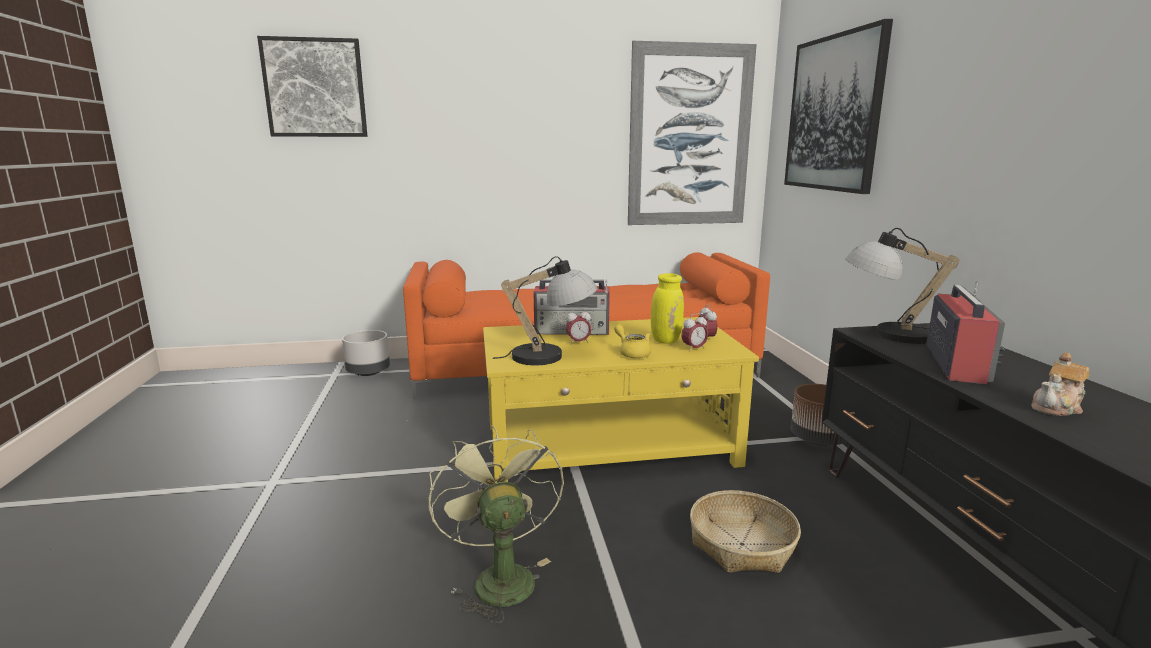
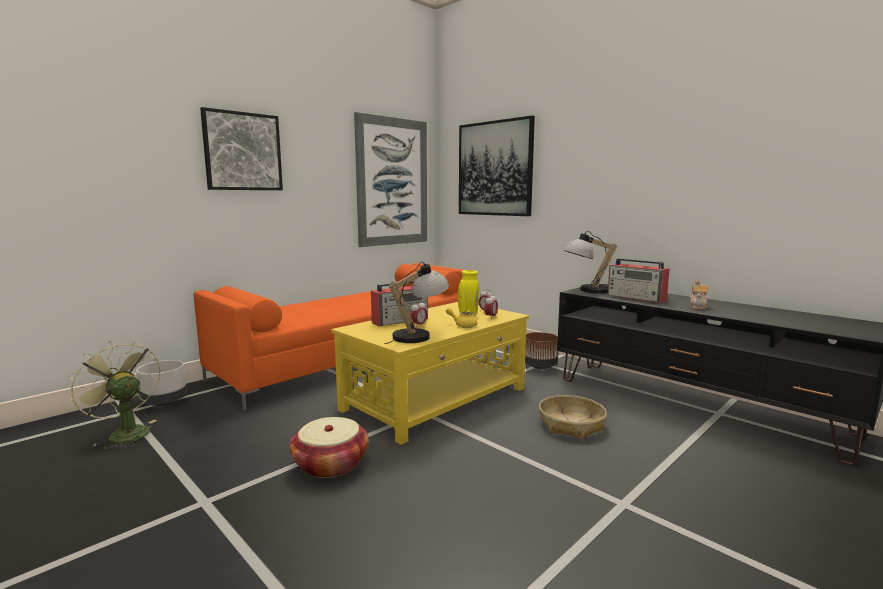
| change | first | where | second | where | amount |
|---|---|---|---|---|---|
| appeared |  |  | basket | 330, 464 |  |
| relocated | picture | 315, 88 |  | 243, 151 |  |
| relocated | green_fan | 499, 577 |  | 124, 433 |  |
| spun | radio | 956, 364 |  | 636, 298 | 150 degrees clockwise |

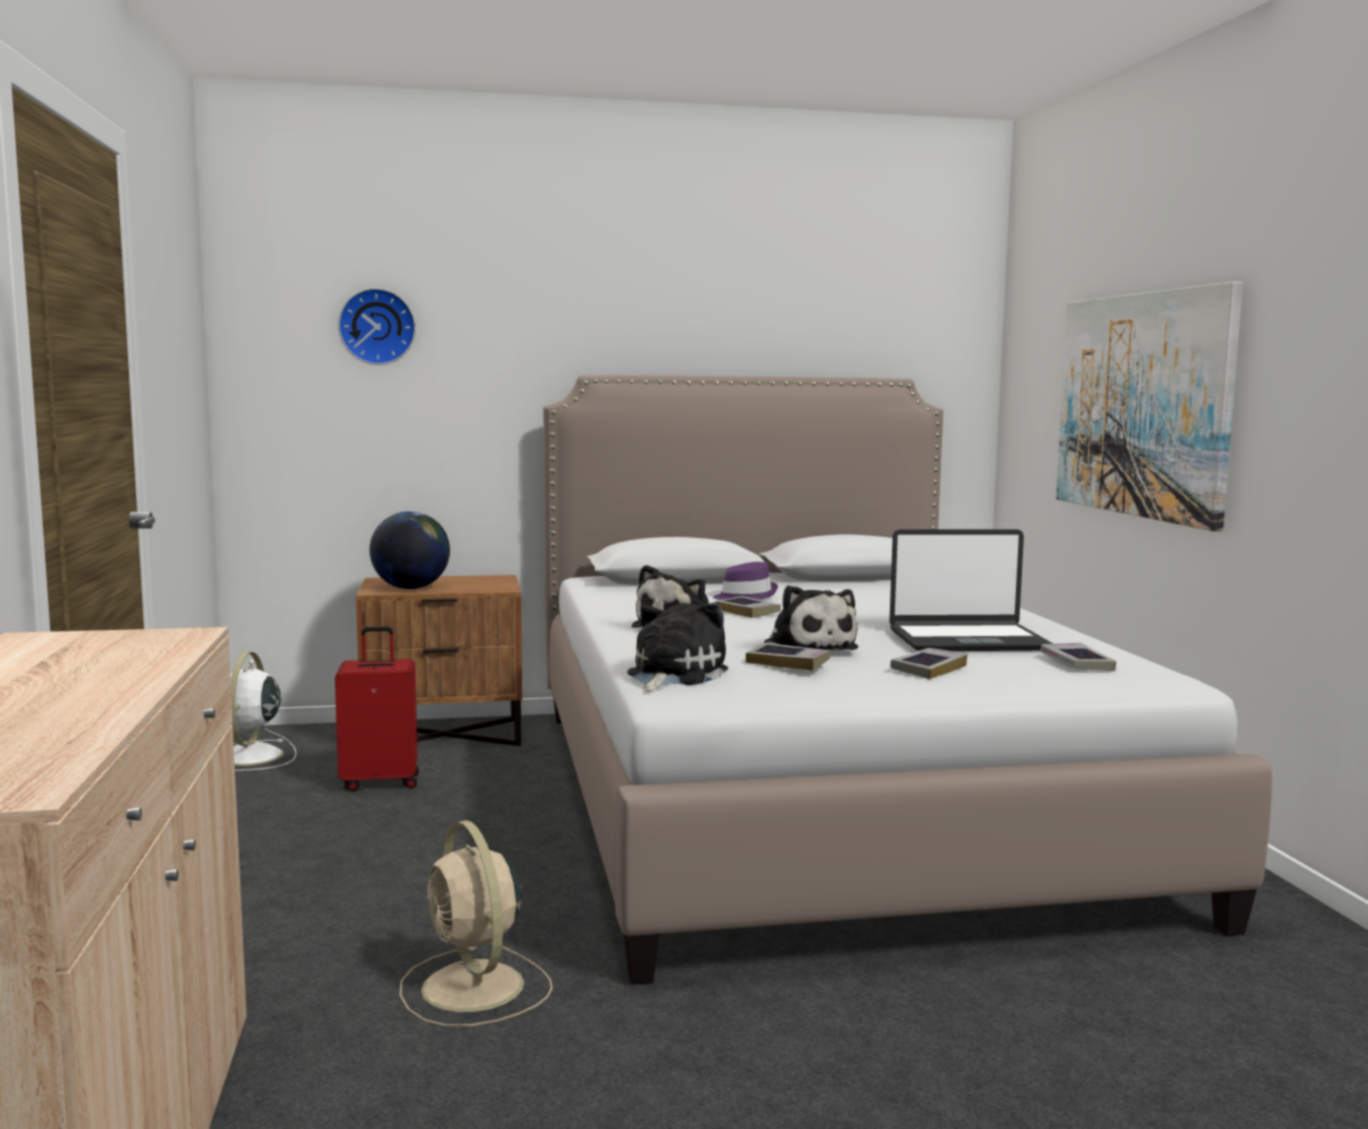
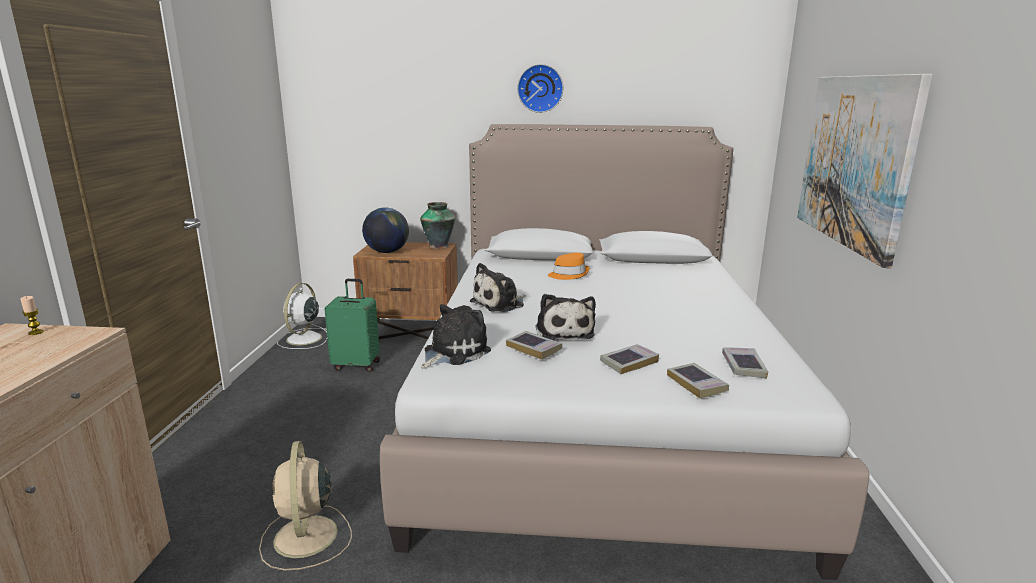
| change | first | where | second | where | amount |
|---|---|---|---|---|---|
| missing | laptop | 967, 640 |  |  |  |
| appeared |  |  | candle | 36, 332 |  |
| appeared |  |  | vase | 439, 246 |  |
| relocated | wall_clock | 377, 327 |  | 540, 88 |  |
| relocated | book | 747, 612 |  | 696, 384 |  |
| colour | red_suitcase | 380, 782 | green_suitcase | 357, 365 |  |
| colour | purple_hat | 745, 596 | orange_hat | 568, 274 |  |

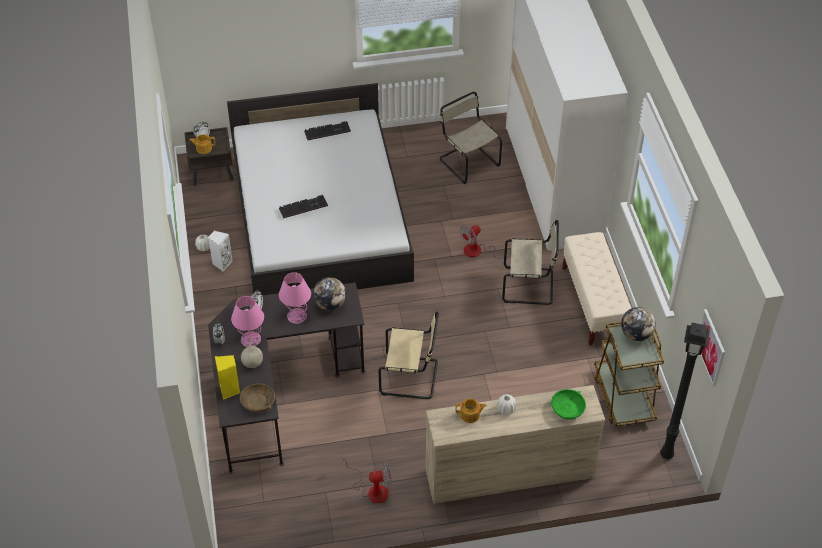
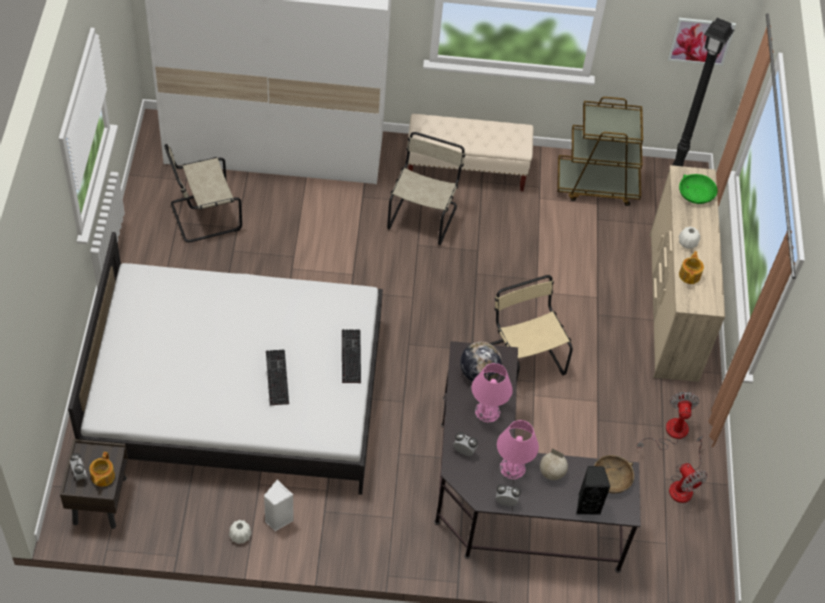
| change | first | where | second | where | amount |
|---|---|---|---|---|---|
| missing | globe | 636, 334 |  |  |  |
| relocated | keyboard | 328, 131 |  | 349, 356 |  |
| relocated | fan | 479, 251 |  | 683, 484 |  |
| colour | yellow_speaker | 230, 390 | black_speaker | 587, 505 |  |
| spun | beige_chair | 411, 377 |  | 524, 358 | 45 degrees counterclockwise |

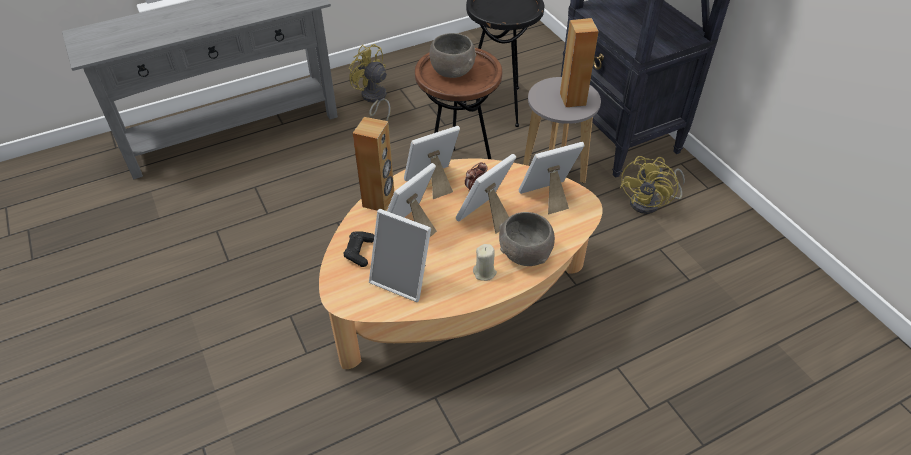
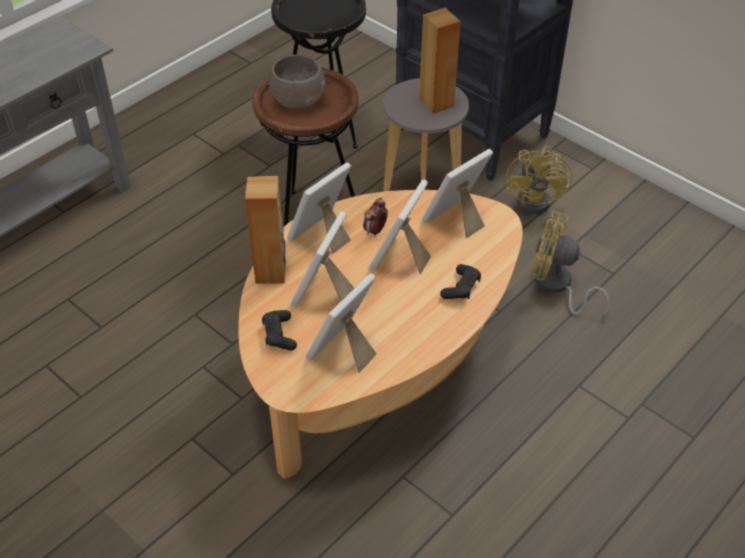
| change | first | where | second | where | amount |
|---|---|---|---|---|---|
| missing | beige_candle | 484, 272 |  |  |  |
| relocated | yellow_fan | 374, 99 |  | 556, 286 |  |
| exchanged | grey_bowl | 524, 254 | black_game_controller | 461, 288 |  |
| spun | picture_frame | 403, 279 |  | 344, 350 | 120 degrees clockwise |

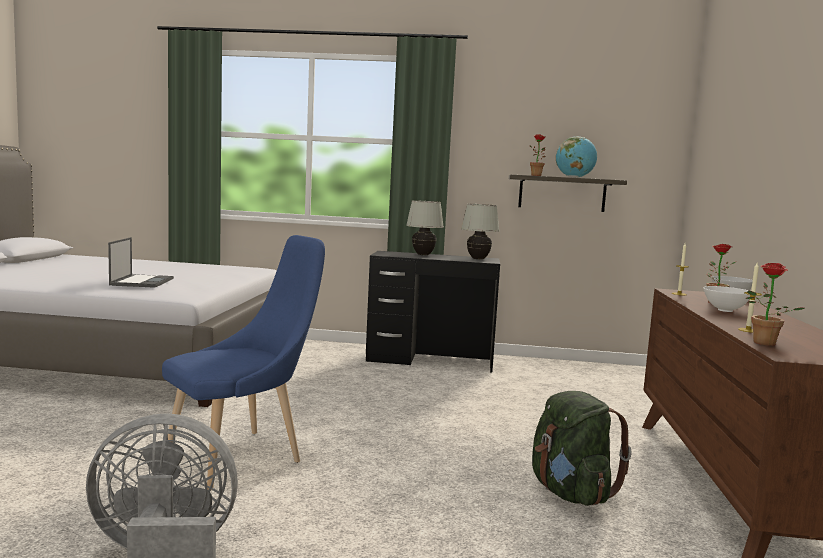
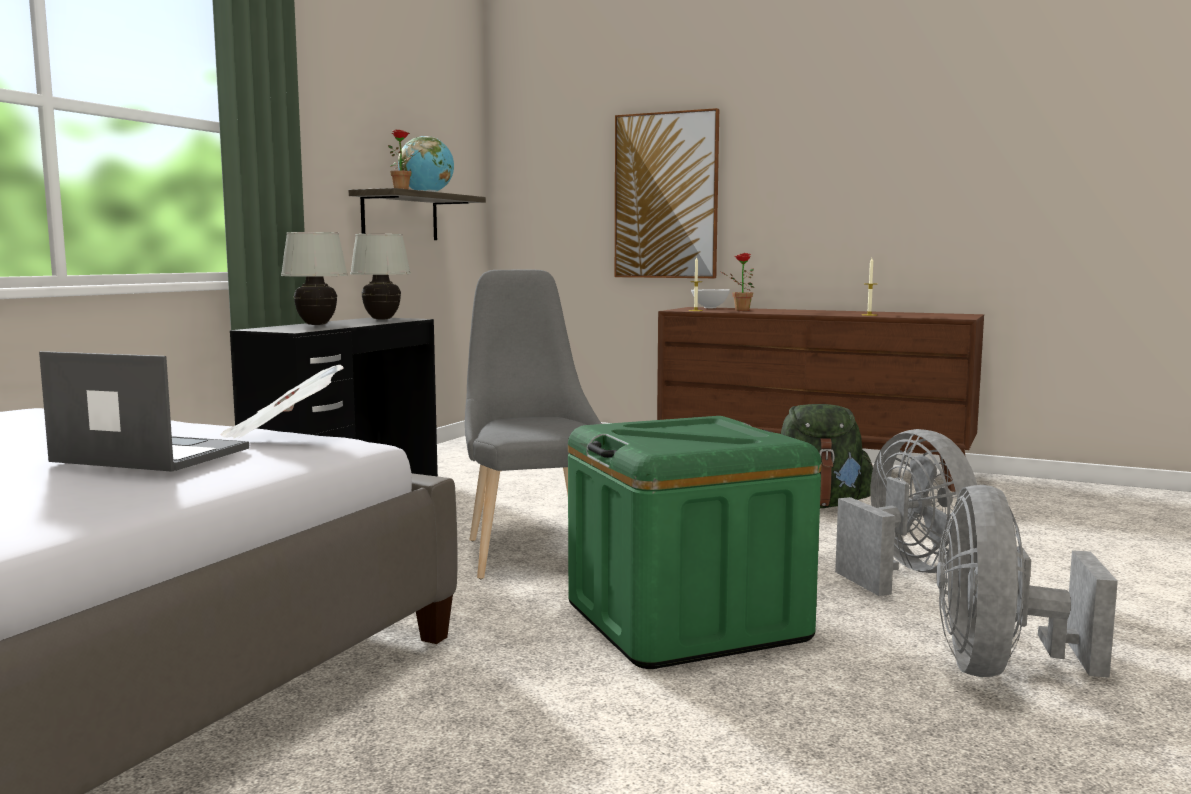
| change | first | where | second | where | amount |
|---|---|---|---|---|---|
| missing | white_bowl | 724, 310 |  |  |  |
| missing | potted_plant | 762, 343 |  |  |  |
| appeared |  |  | newspaper | 282, 434 |  |
| appeared |  |  | grey_chair | 533, 550 |  |
| appeared |  |  | picture | 666, 196 |  |
| appeared |  |  | grey_fan | 905, 573 |  |
| exchanged | blue_chair | 242, 456 | green_storage_box | 686, 621 |  |

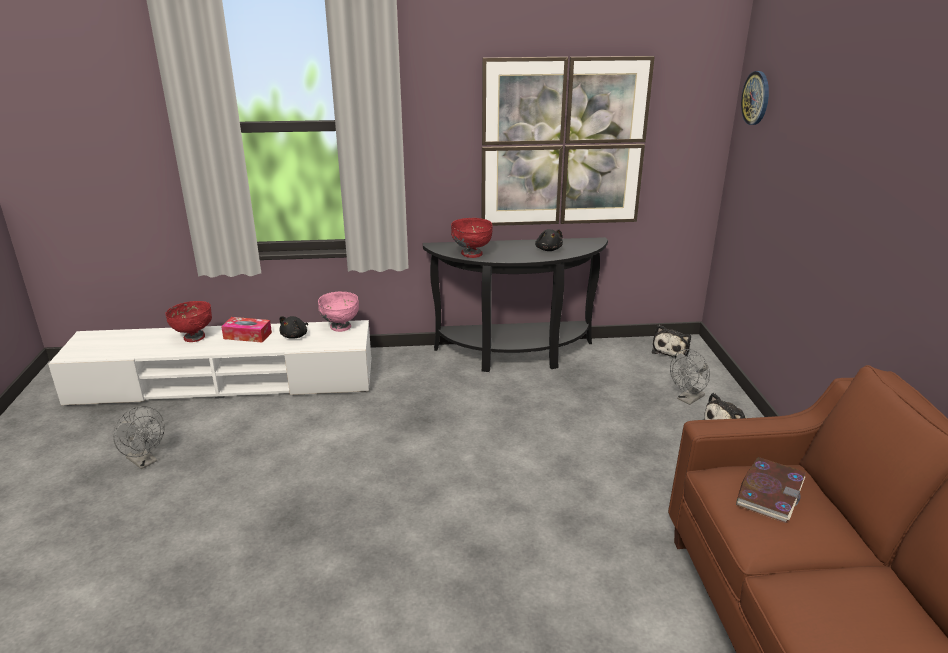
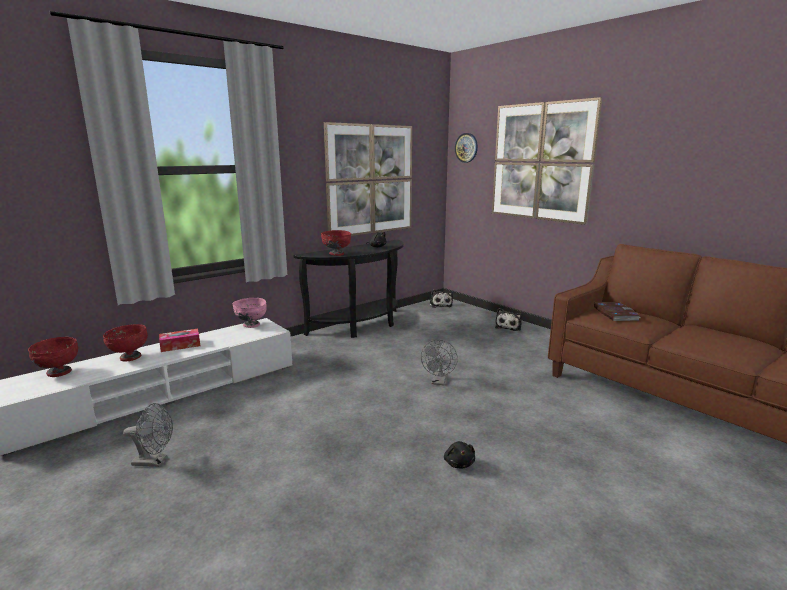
| change | first | where | second | where | amount |
|---|---|---|---|---|---|
| appeared |  |  | red_bowl | 58, 373 |  |
| appeared |  |  | picture | 541, 162 |  |
| relocated | black_plush_toy | 295, 336 |  | 459, 463 |  |
| relocated | grey_fan | 688, 399 |  | 439, 382 |  |

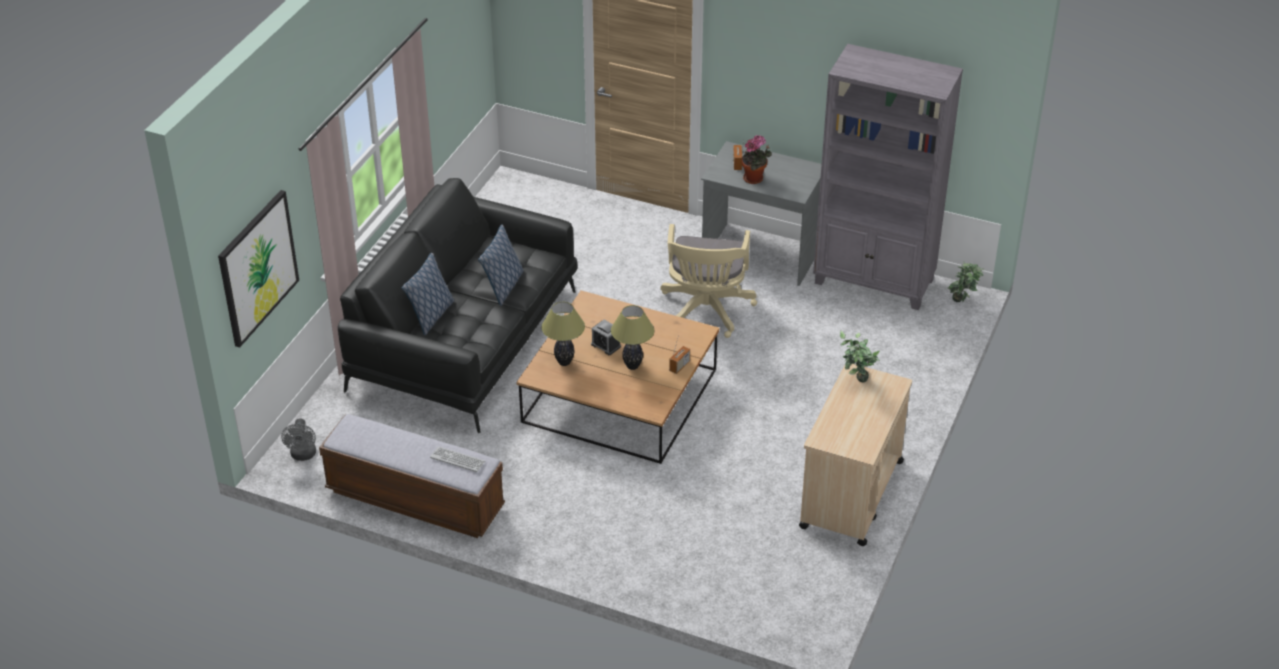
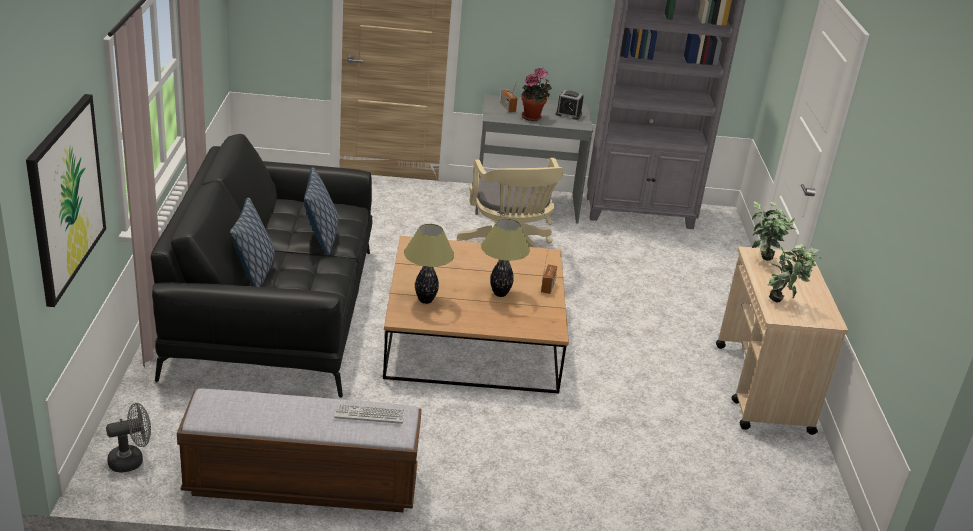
| change | first | where | second | where | amount |
|---|---|---|---|---|---|
| relocated | alarm_clock | 606, 345 |  | 568, 114 |  |
| relocated | potted_plant | 962, 303 |  | 784, 302 |  |
| spun | grey_fan | 303, 455 |  | 131, 460 | 90 degrees counterclockwise |

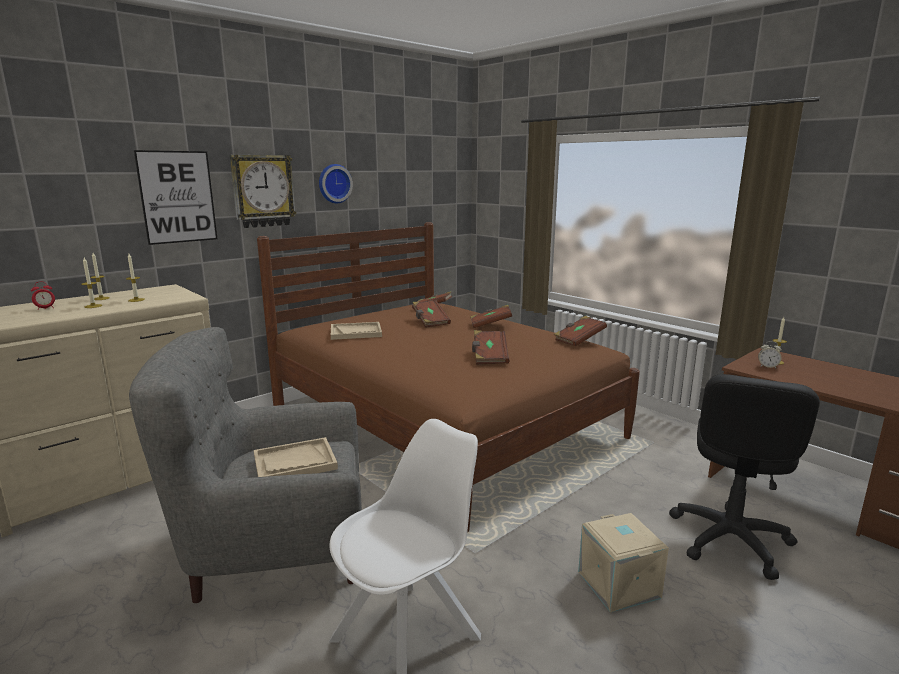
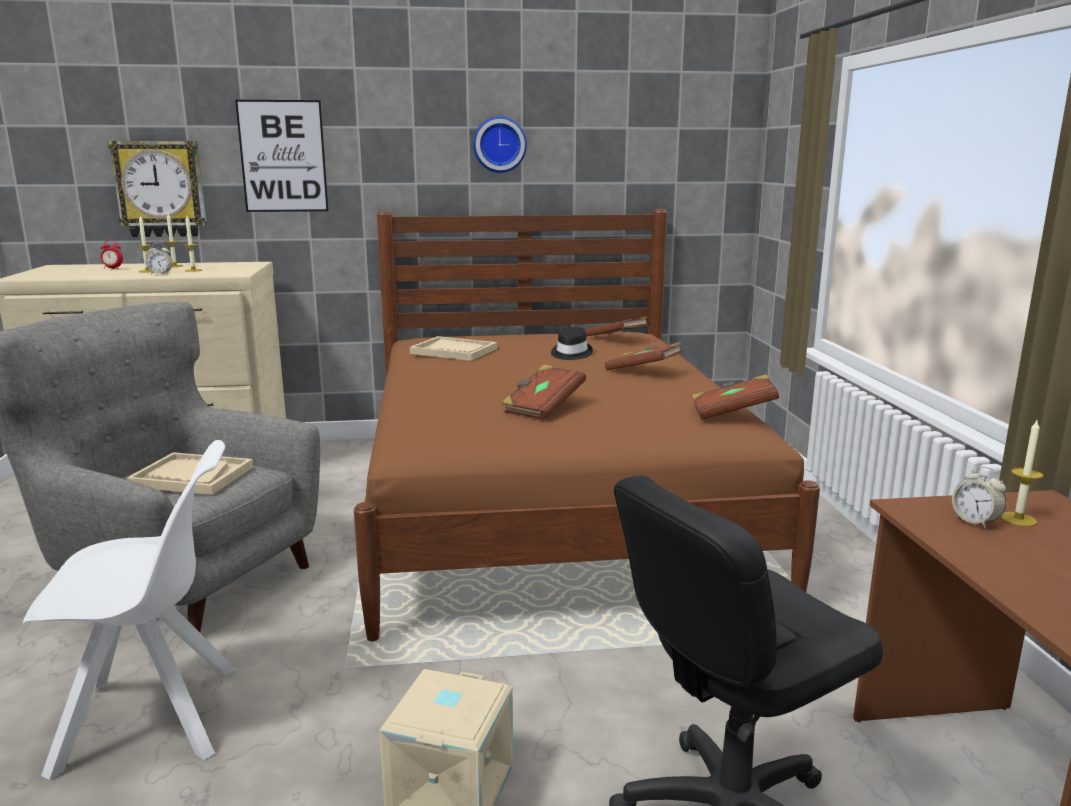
| change | first | where | second | where | amount |
|---|---|---|---|---|---|
| appeared |  |  | alarm_clock | 160, 273 |  |
| relocated | wall_clock | 263, 191 |  | 161, 189 |  |
| exchanged | brown_book | 430, 322 | black_hat | 570, 354 |  |

